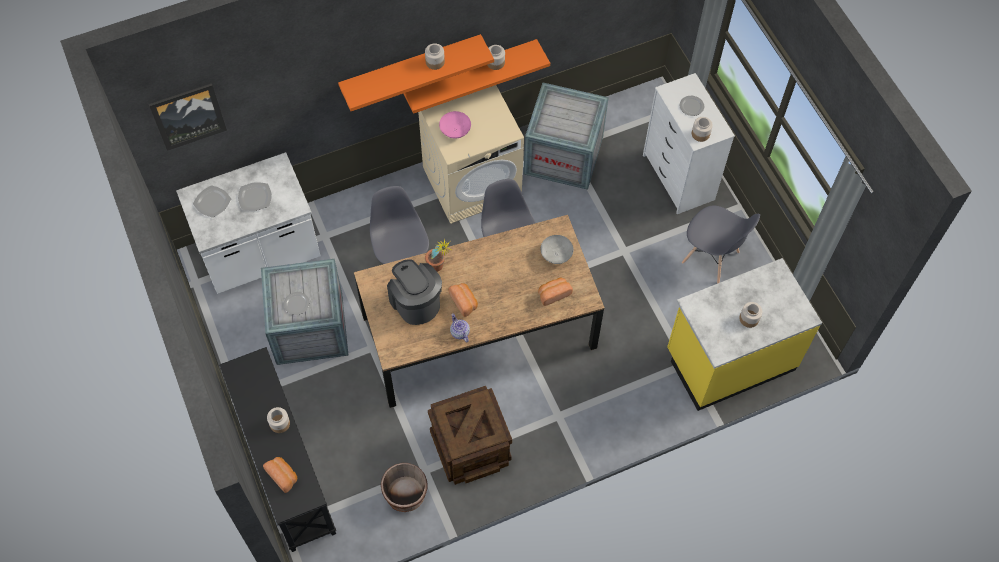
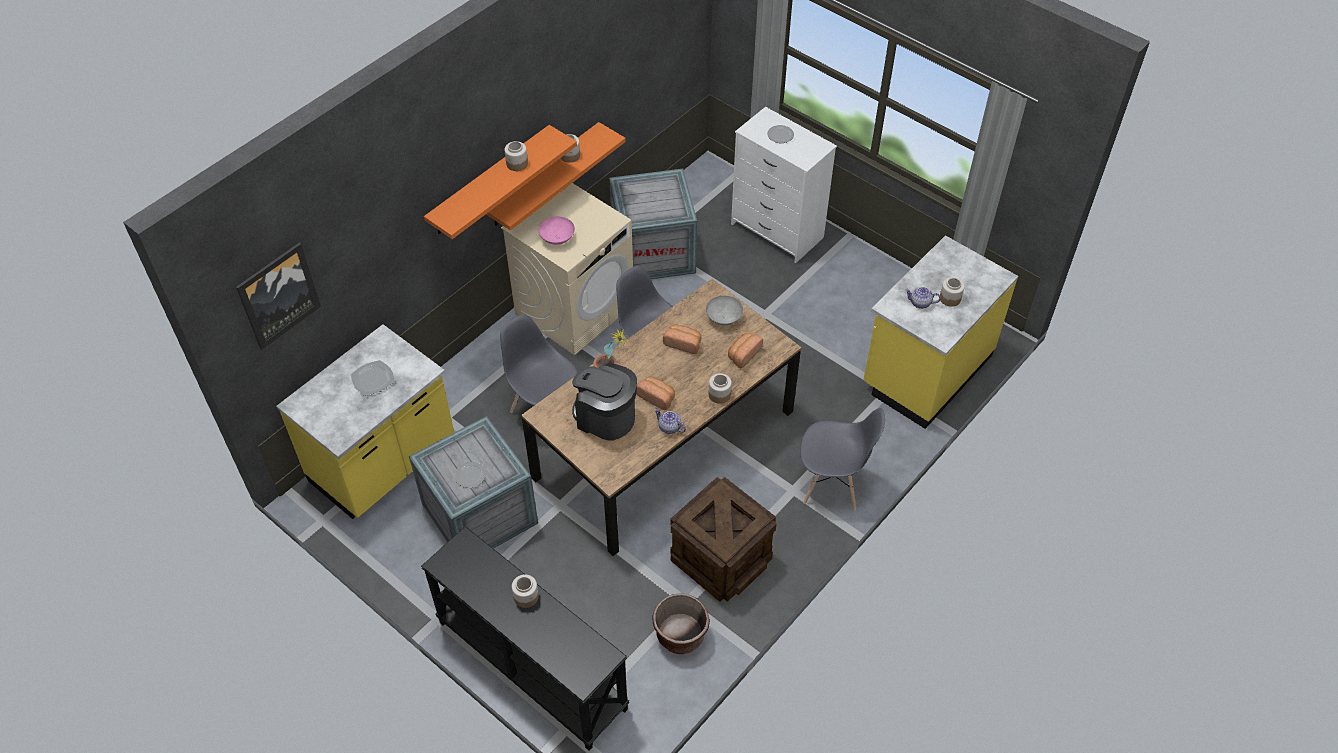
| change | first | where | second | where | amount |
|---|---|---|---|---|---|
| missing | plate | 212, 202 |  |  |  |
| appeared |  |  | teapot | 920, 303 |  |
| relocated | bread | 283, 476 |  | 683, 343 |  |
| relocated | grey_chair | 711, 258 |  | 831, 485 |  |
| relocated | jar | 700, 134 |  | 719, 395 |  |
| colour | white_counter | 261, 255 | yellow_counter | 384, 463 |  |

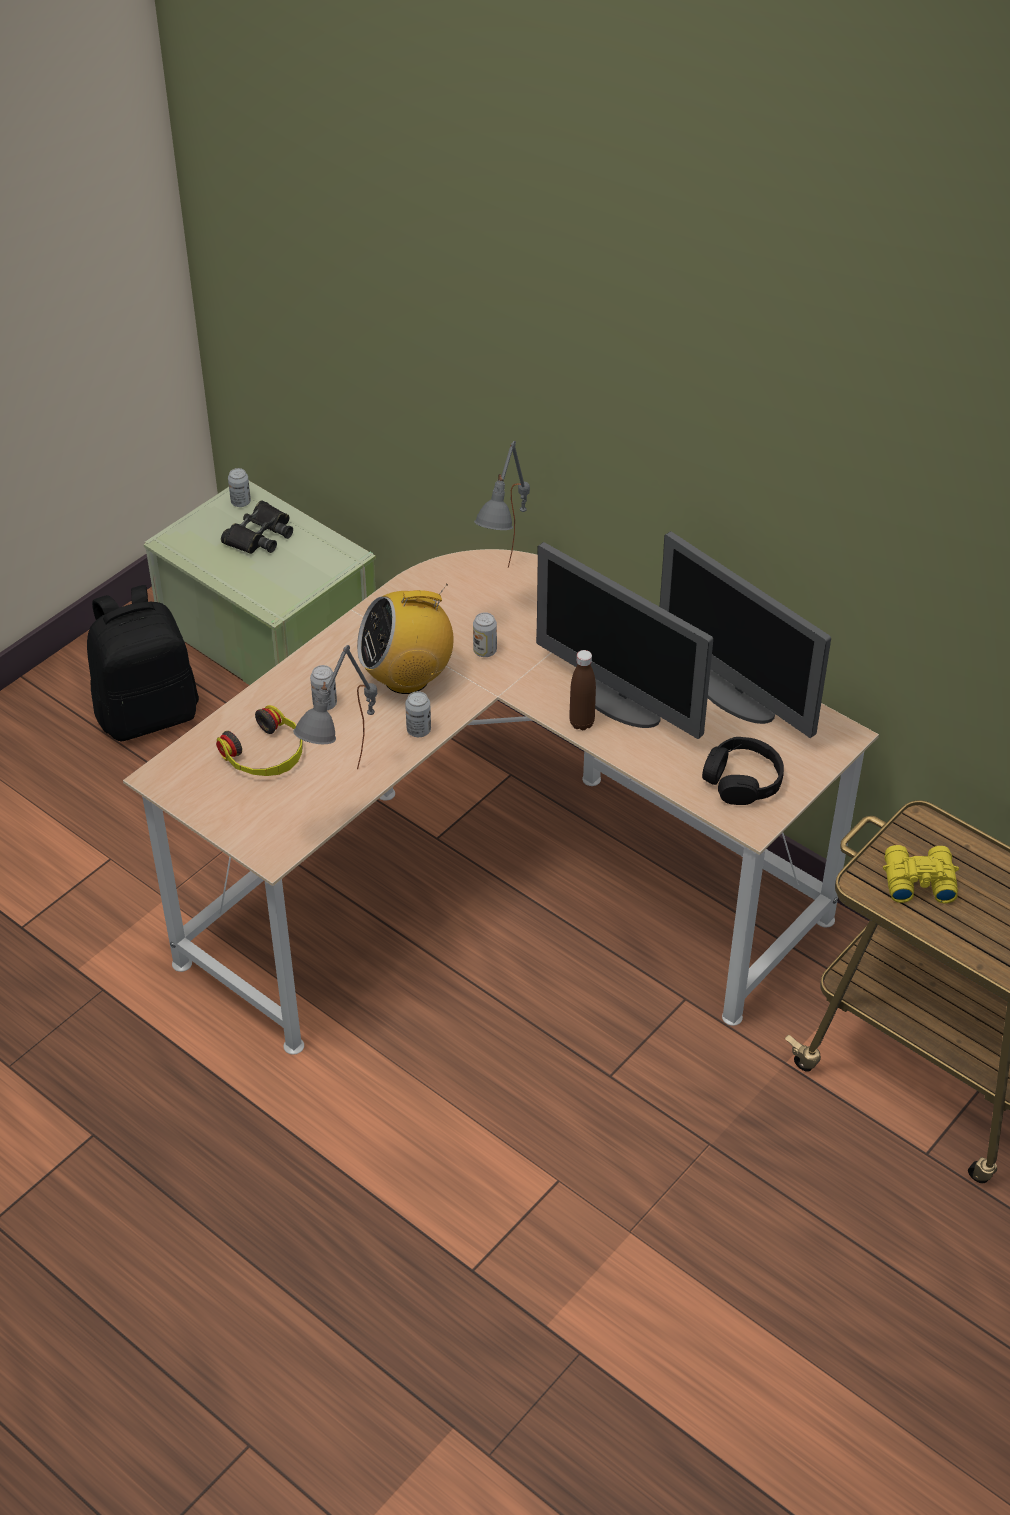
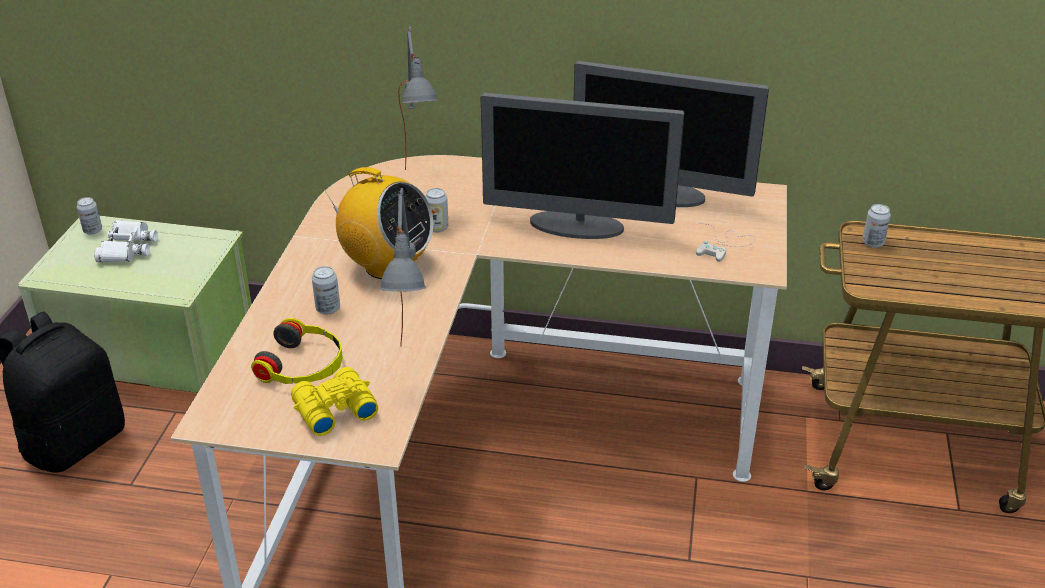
| change | first | where | second | where | amount |
|---|---|---|---|---|---|
| missing | brown_bottle | 581, 723 |  |  |  |
| relocated | can | 418, 730 |  | 873, 243 |  |
| relocated | yellow_binoculars | 917, 880 |  | 333, 409 |  |
| exchanged | black_headphones | 742, 780 | white_game_controller | 724, 244 |  |
| colour | black_binoculars | 260, 535 | white_binoculars | 127, 247 |  |
| spun | radio | 407, 677 |  | 386, 266 | 105 degrees counterclockwise |

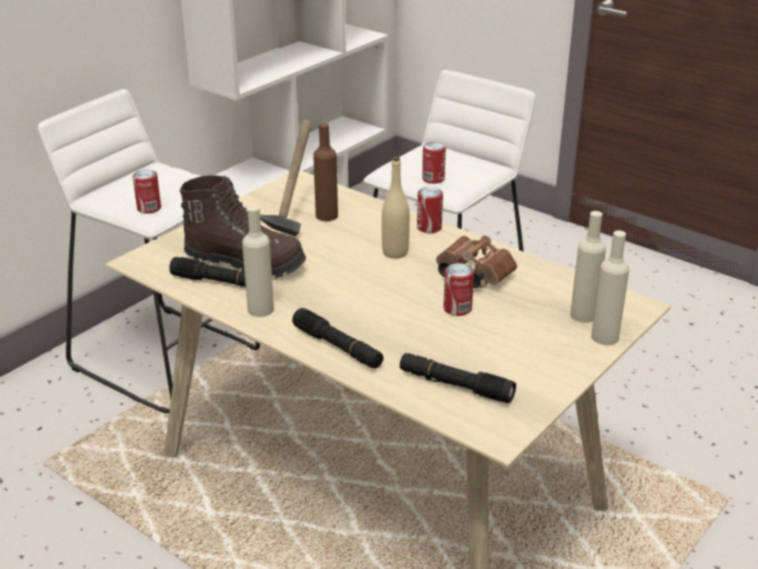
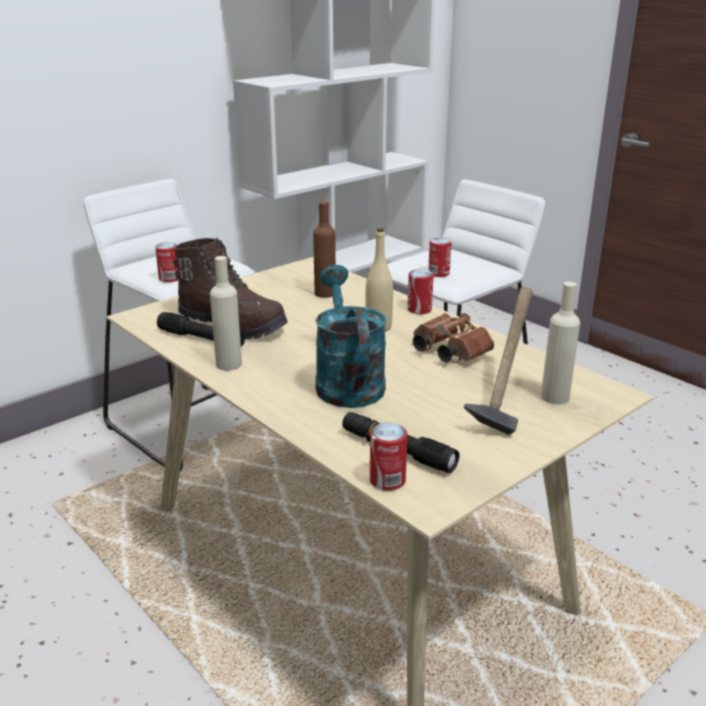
| change | first | where | second | where | amount |
|---|---|---|---|---|---|
| missing | black_flashlight | 337, 347 |  |  |  |
| missing | beige_bottle | 605, 337 |  |  |  |
| appeared |  |  | turquoise_watering_can | 346, 381 |  |
| relocated | hammer | 292, 214 |  | 501, 403 |  |
| relocated | can | 457, 308 |  | 387, 480 |  |

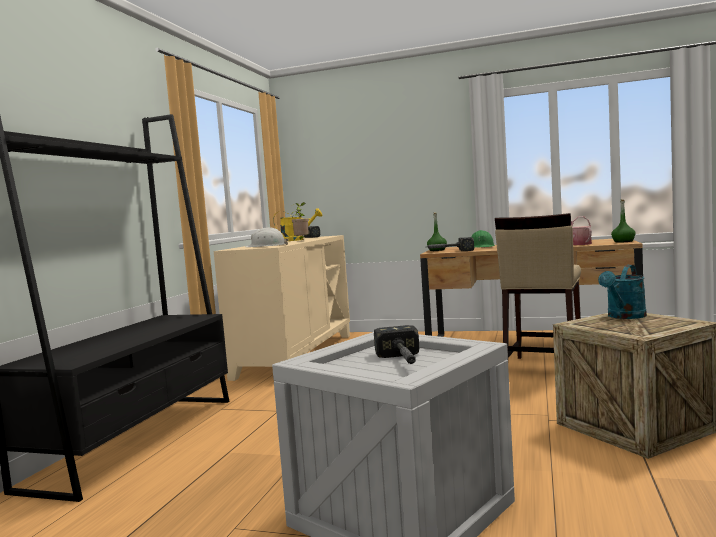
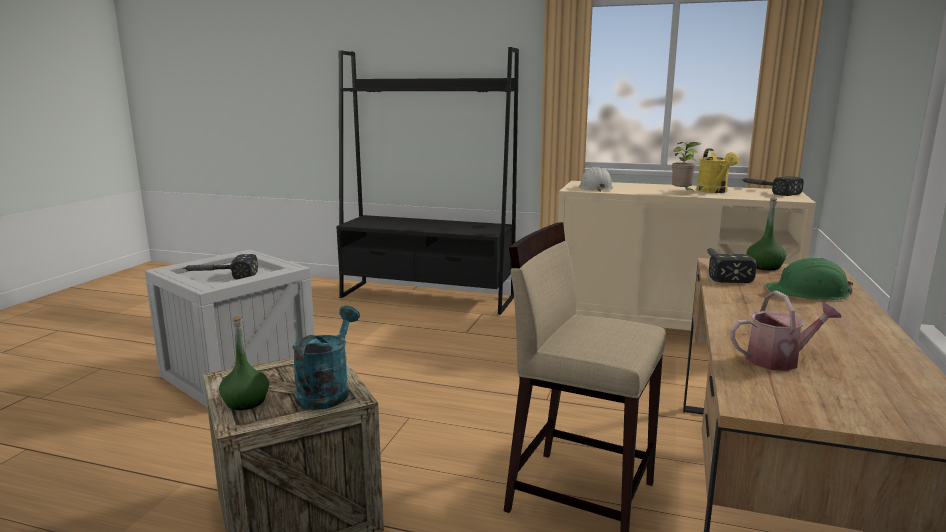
| change | first | where | second | where | amount |
|---|---|---|---|---|---|
| relocated | green_bottle | 623, 241 |  | 246, 402 |  |
| spun | turquoise_watering_can | 624, 316 |  | 327, 391 | 60 degrees clockwise |

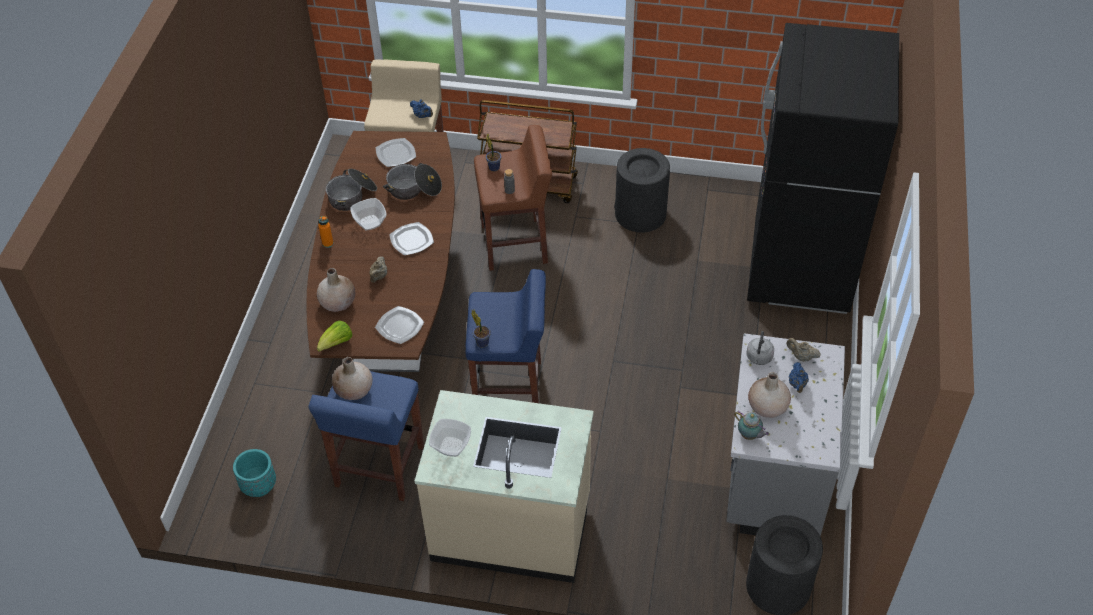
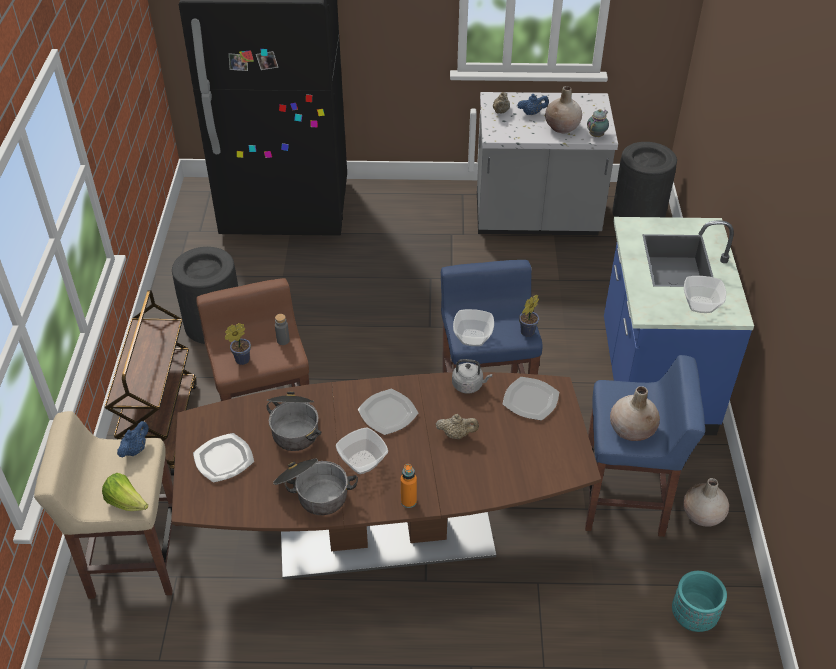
| change | first | where | second | where | amount |
|---|---|---|---|---|---|
| appeared |  |  | bowl | 473, 338 |  |
| relocated | beige_vase | 338, 302 |  | 702, 515 |  |
| relocated | lettuce | 337, 343 |  | 127, 502 |  |
| relocated | grey_kettle | 758, 358 |  | 469, 385 |  |
| colour | beige_counter | 511, 528 | blue_counter | 653, 379 |  |

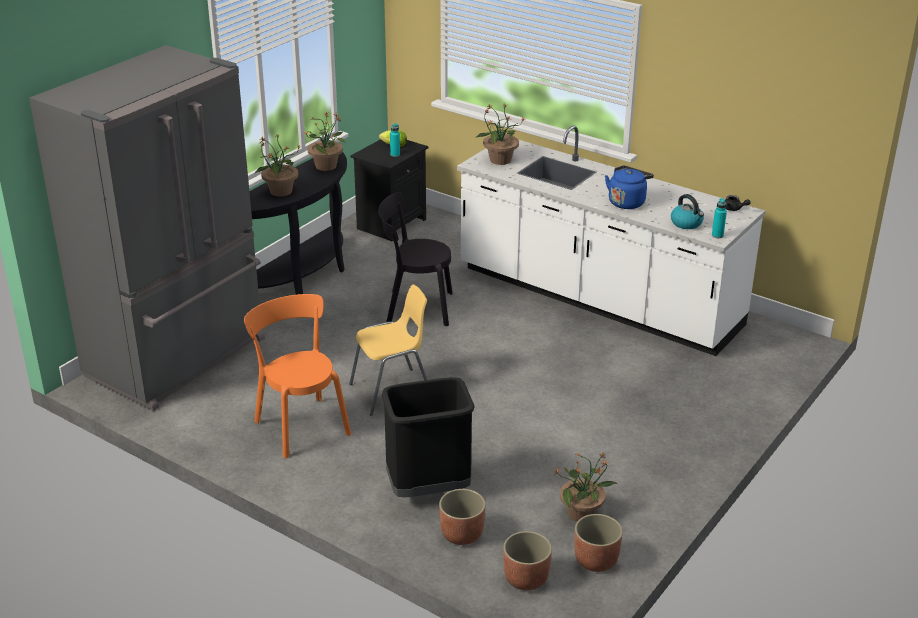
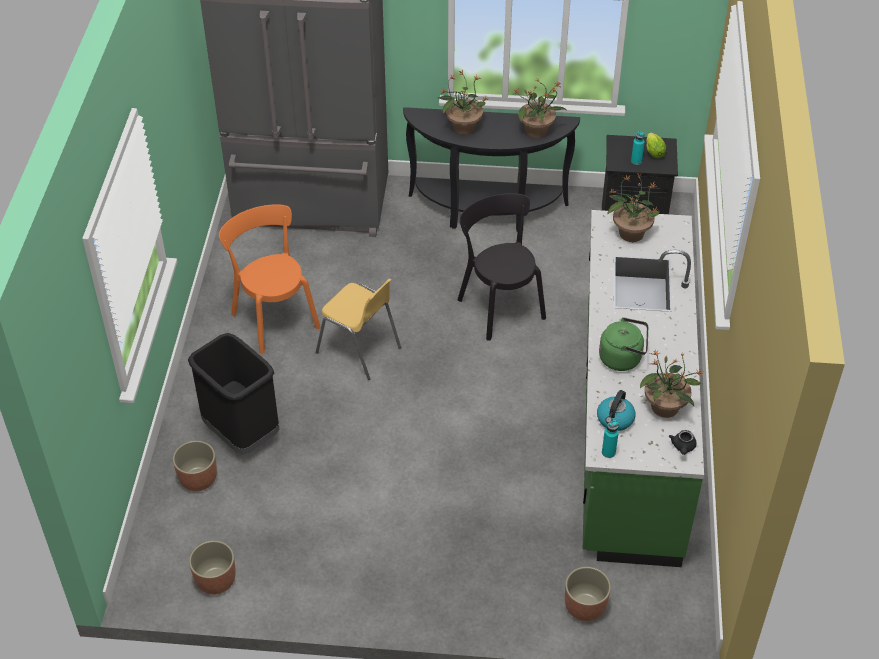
| change | first | where | second | where | amount |
|---|---|---|---|---|---|
| relocated | planter | 525, 578 |  | 584, 607 |  |
| relocated | potted_plant | 582, 513 |  | 665, 408 |  |
| colour | white_counter | 597, 298 | green_counter | 628, 427 |  |
| colour | blue_kettle | 627, 202 | green_kettle | 623, 358 |  |
| spun | orange_chair | 300, 425 |  | 274, 318 | 60 degrees counterclockwise |

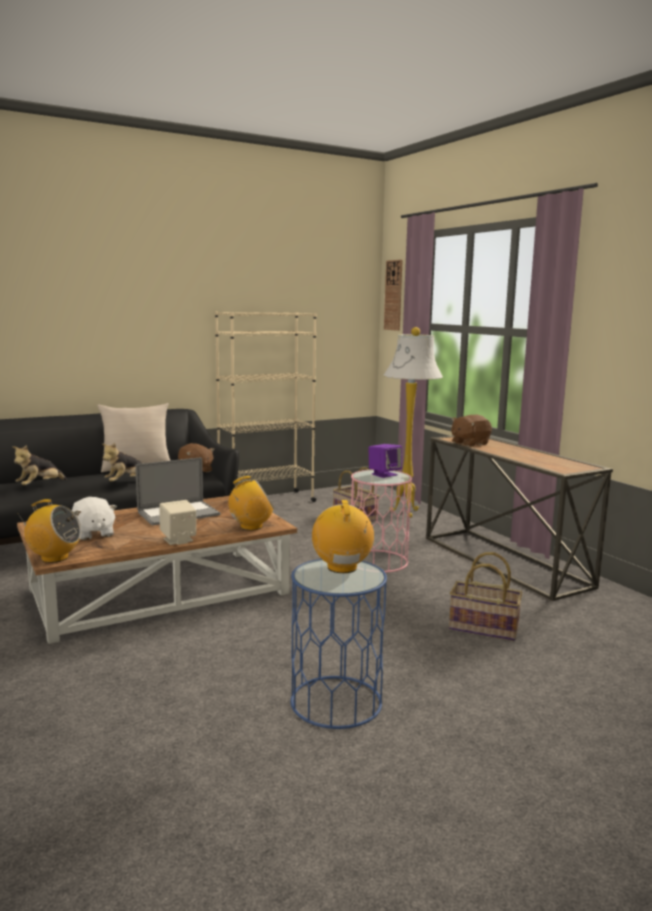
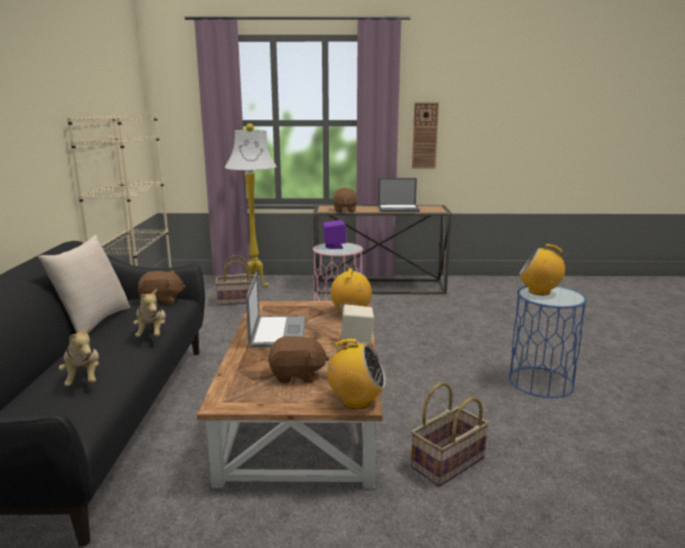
| change | first | where | second | where | amount |
|---|---|---|---|---|---|
| appeared |  |  | laptop | 398, 208 |  |
| relocated | wall_clock | 393, 295 |  | 425, 135 |  |
| relocated | basket | 483, 628 |  | 448, 463 |  |
| colour | white_plush_toy | 93, 534 | brown_plush_toy | 297, 375 |  |
| spun | radio | 54, 558 |  | 356, 401 | 60 degrees clockwise |

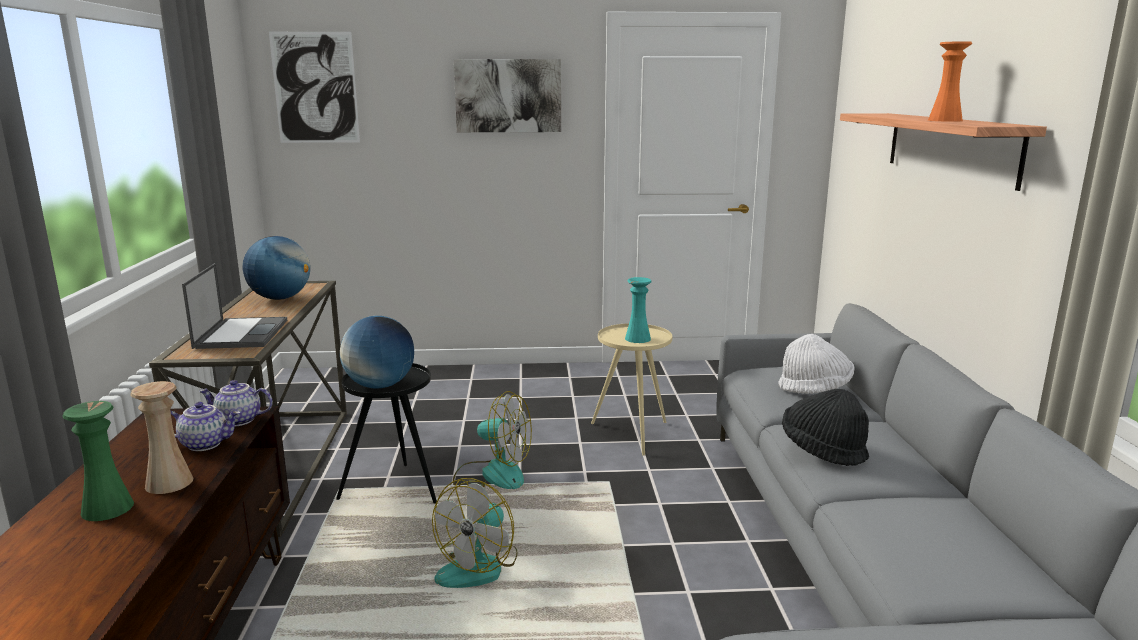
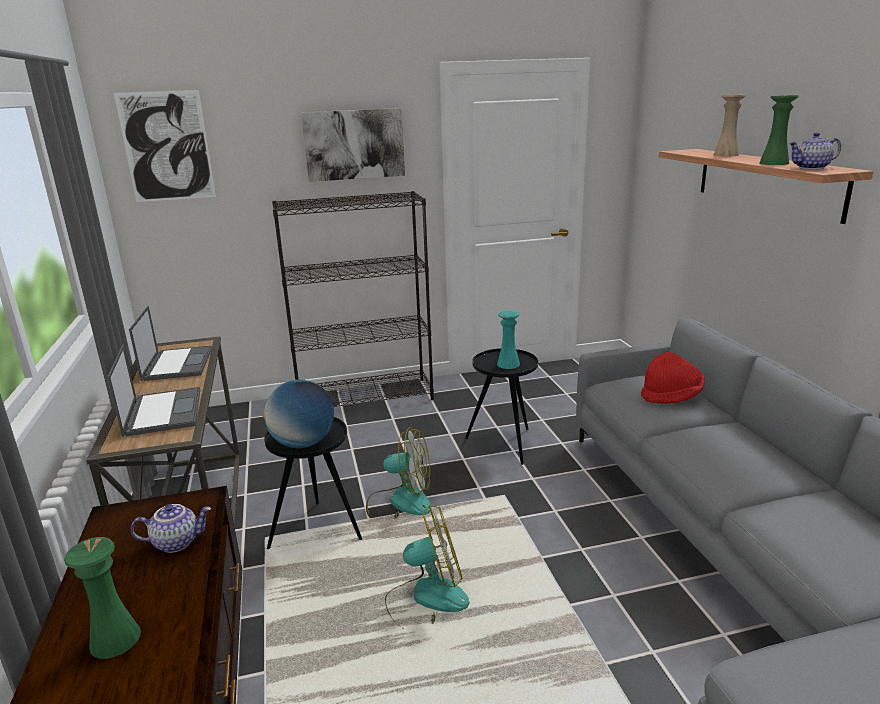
| change | first | where | second | where | amount |
|---|---|---|---|---|---|
| missing | black_hat | 822, 450 |  |  |  |
| appeared |  |  | black_bookcase | 365, 398 |  |
| relocated | beige_vase | 169, 482 |  | 726, 155 |  |
| relocated | teapot | 238, 421 |  | 811, 168 |  |
| exchanged | globe | 280, 298 | laptop | 177, 363 |  |
| colour | beige_side_table | 632, 435 | black_side_table | 504, 445 |  |
| colour | white_hat | 814, 388 | red_hat | 671, 396 |  |
| colour | orange_vase | 945, 120 | green_vase | 774, 163 |  |
| spun | fan | 479, 566 |  | 426, 599 | 120 degrees counterclockwise |

